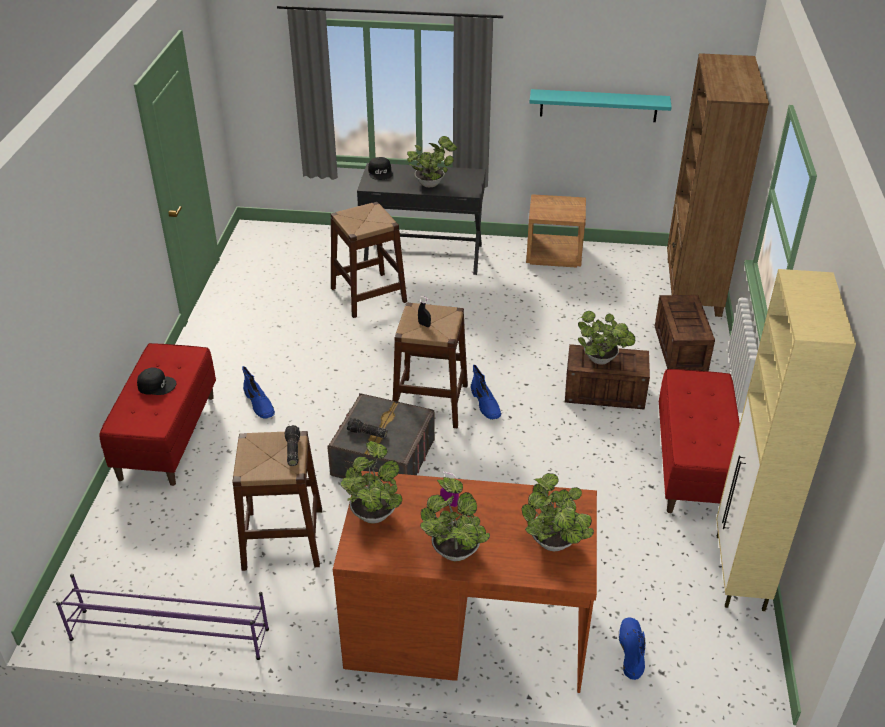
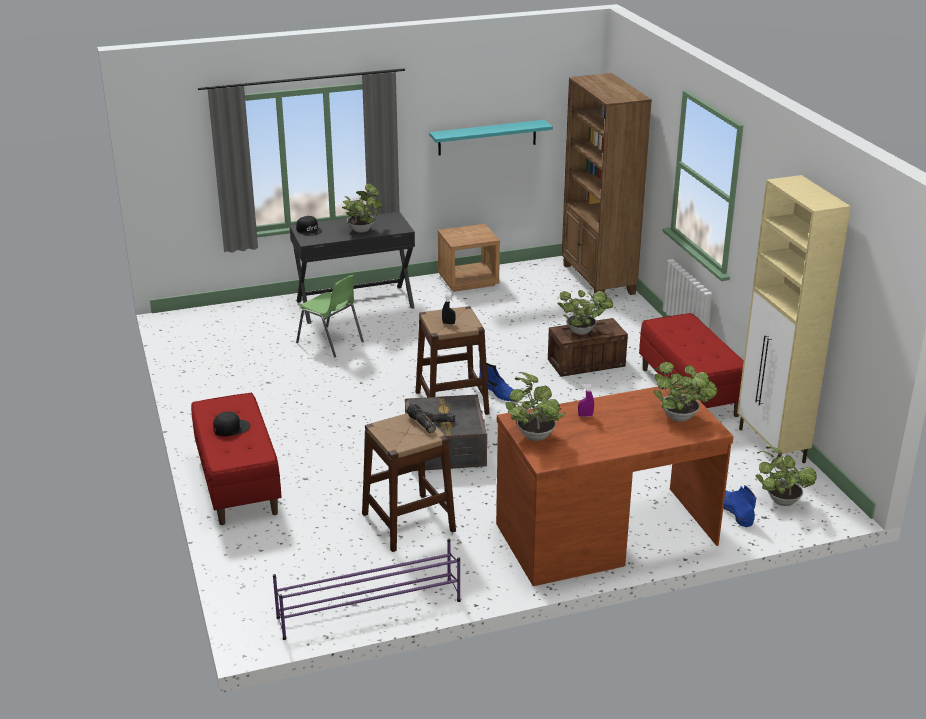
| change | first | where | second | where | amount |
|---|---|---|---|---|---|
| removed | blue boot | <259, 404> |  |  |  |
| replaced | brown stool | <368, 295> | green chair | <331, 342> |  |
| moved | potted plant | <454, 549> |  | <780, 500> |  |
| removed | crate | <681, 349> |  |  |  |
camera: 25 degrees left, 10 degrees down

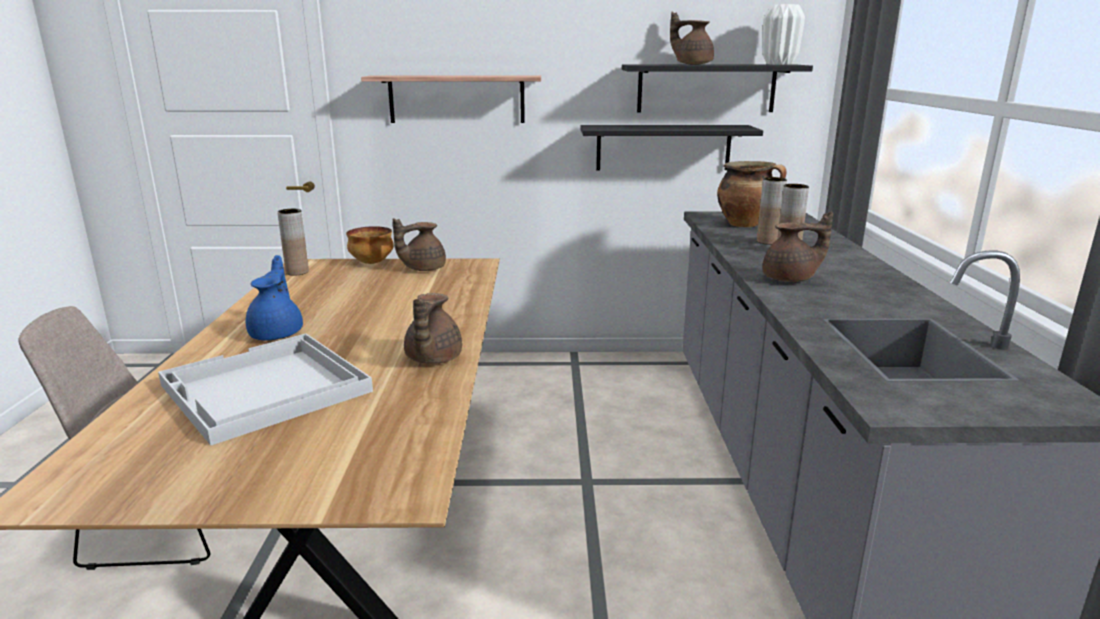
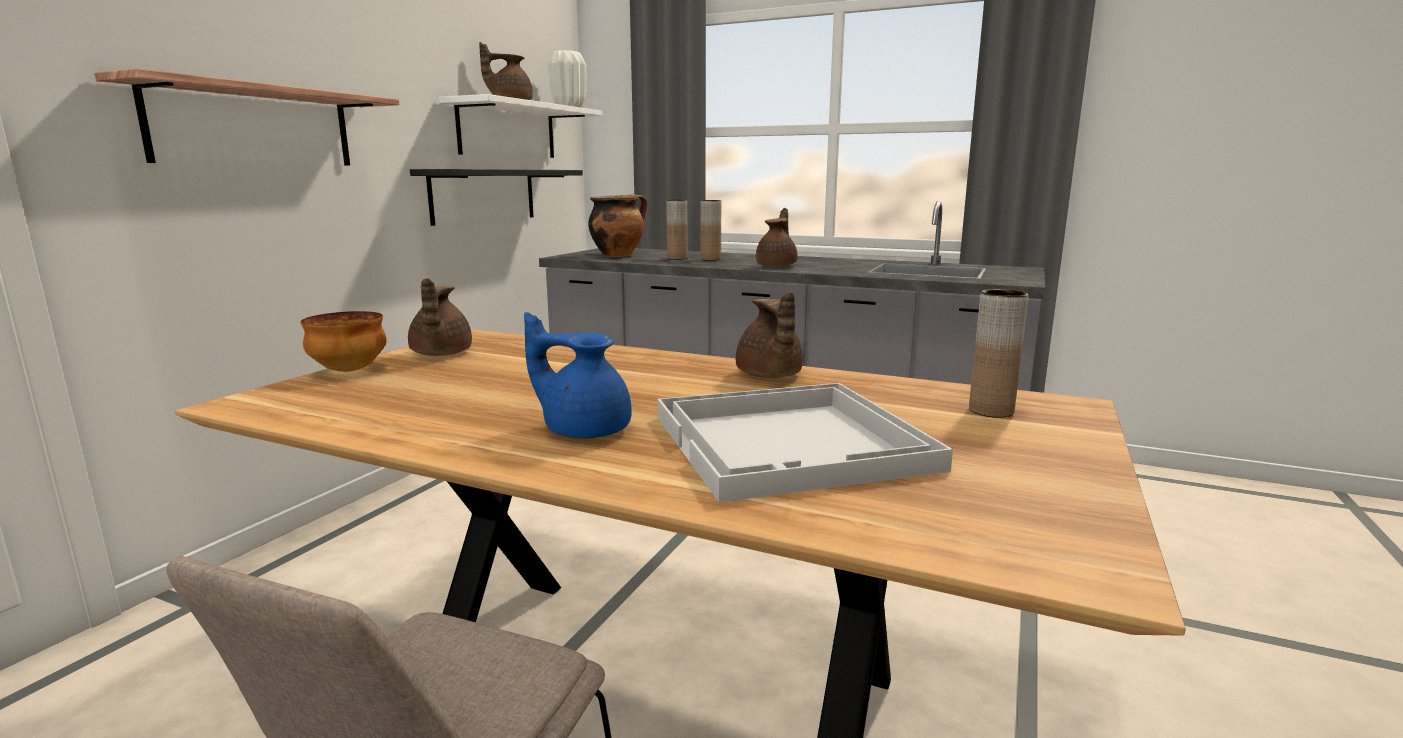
| change | first | where | second | where | amount |
|---|---|---|---|---|---|
| moved | brown vase | <297, 272> |  | <991, 411> |  |
| turned | brown teapot | <432, 359> |  | <769, 376> | 45 degrees clockwise |
| recoloured | black shelf | <706, 88> | white shelf | <508, 131> |  |
camera: 65 degrees left, 5 degrees down

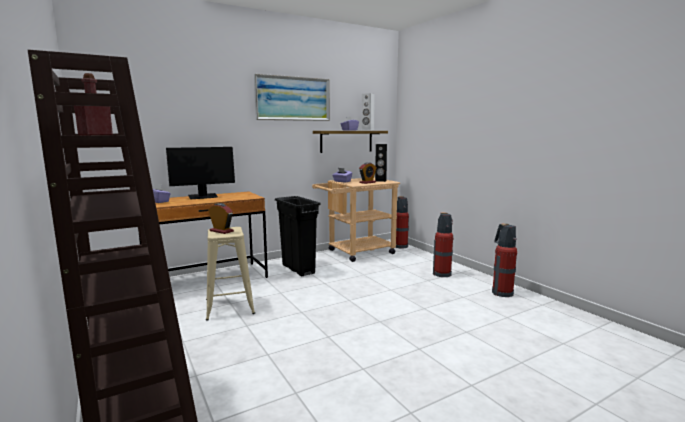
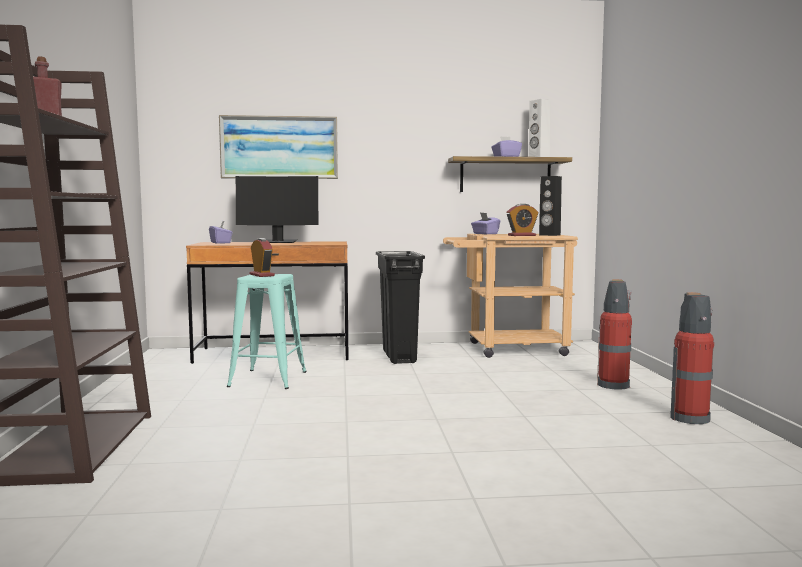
| change | first | where | second | where | amount |
|---|---|---|---|---|---|
| recoloured | beige stool | <229, 306> | turquoise stool | <268, 379> |  |
| moved | picture | <293, 98> |  | <279, 147> |  |
| removed | fire extinguisher | <400, 246> |  |  |  |
camera: 25 degrees right, 5 degrees down

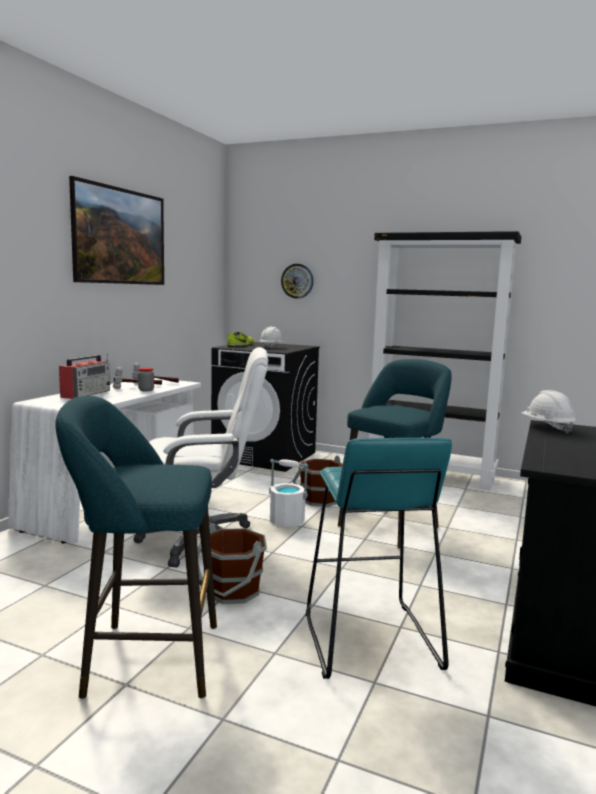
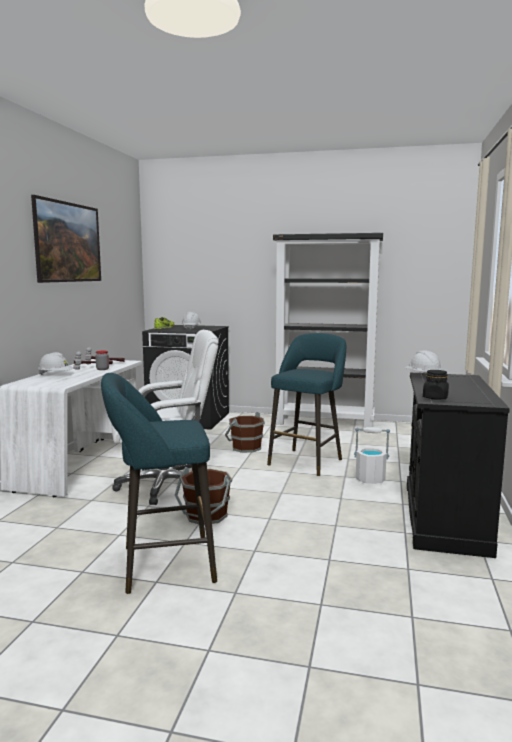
| change | first | where | second | where | amount |
|---|---|---|---|---|---|
| replaced | radio | <86, 394> | white hard hat | <55, 375> |  |
| moved | white bucket | <287, 521> |  | <370, 479> |  |
| removed | wall clock | <297, 281> |  |  |  |
| removed | turquoise stool | <369, 640> |  |  |  |
| added |  |  | black jar | <435, 398> |  |
camera: 10 degrees left, 0 degrees up

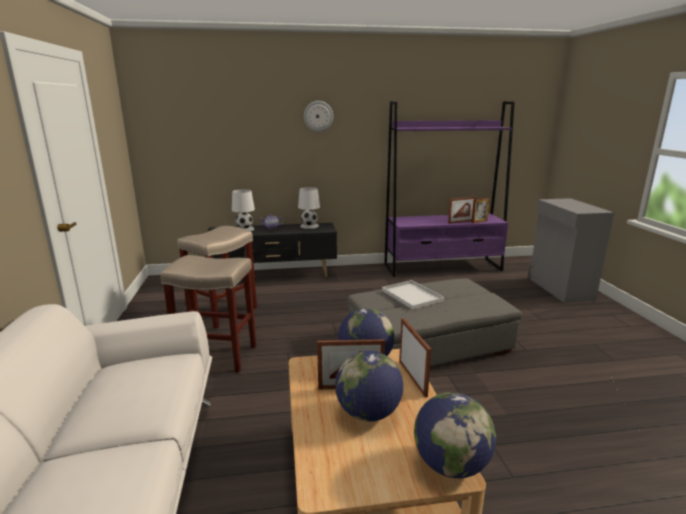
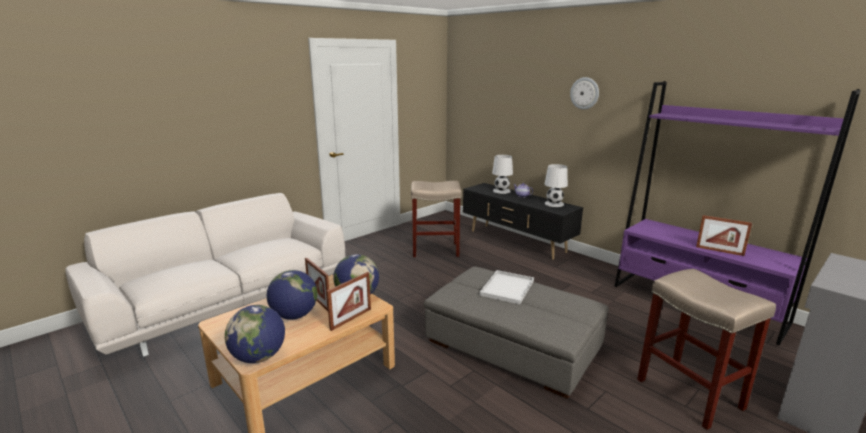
| change | first | where | second | where | amount |
|---|---|---|---|---|---|
| moved | beige stool | <218, 355> |  | <691, 394> |  |
| removed | picture frame | <479, 222> |  |  |  |
camera: 55 degrees right, 0 degrees up

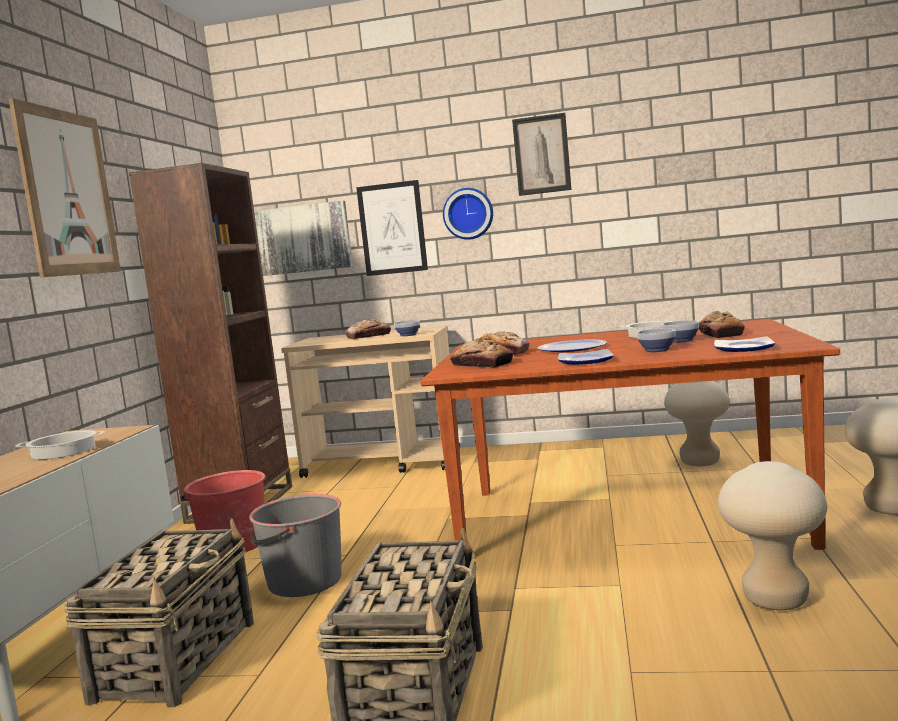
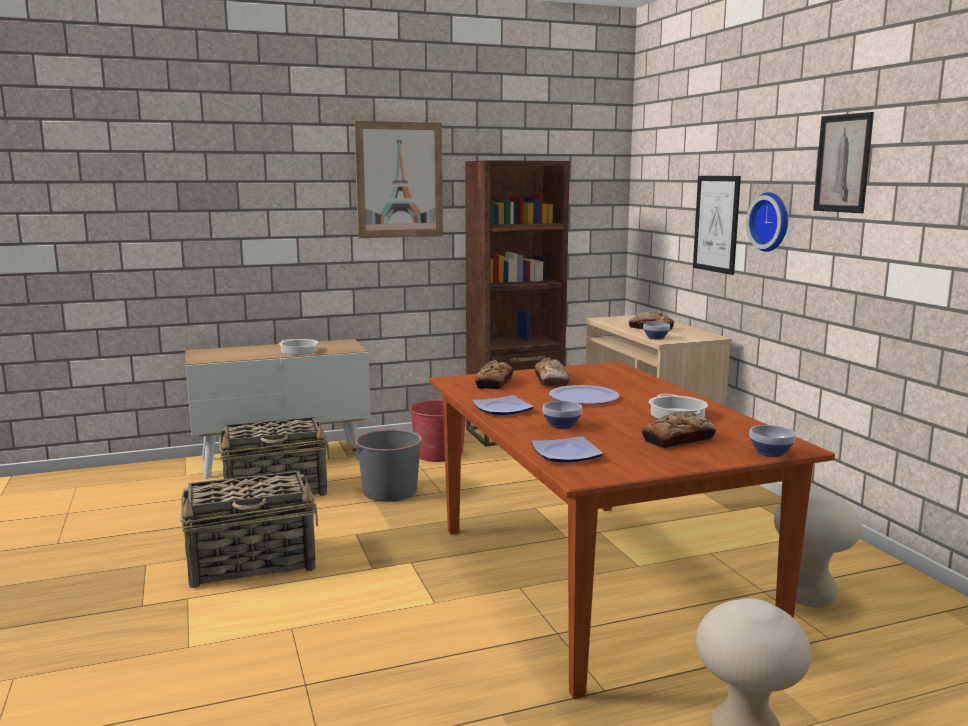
| change | first | where | second | where | amount |
|---|---|---|---|---|---|
| removed | picture | <301, 239> |  |  |  |
| moved | bowl | <682, 341> |  | <771, 453> |  |
| removed | beige stool | <775, 600> |  |  |  |
camera: 60 degrees right, 5 degrees up

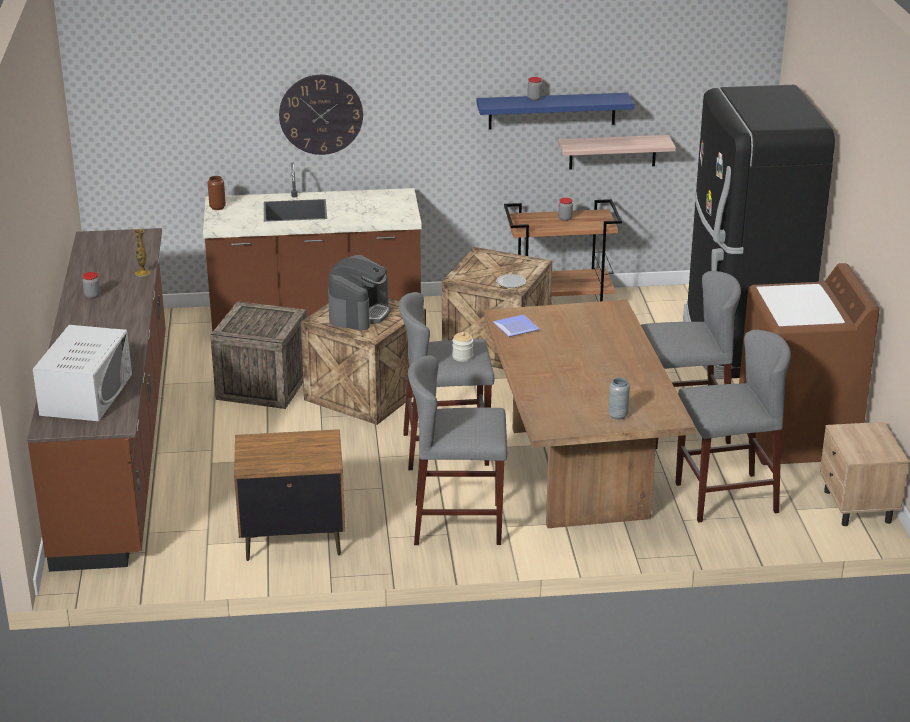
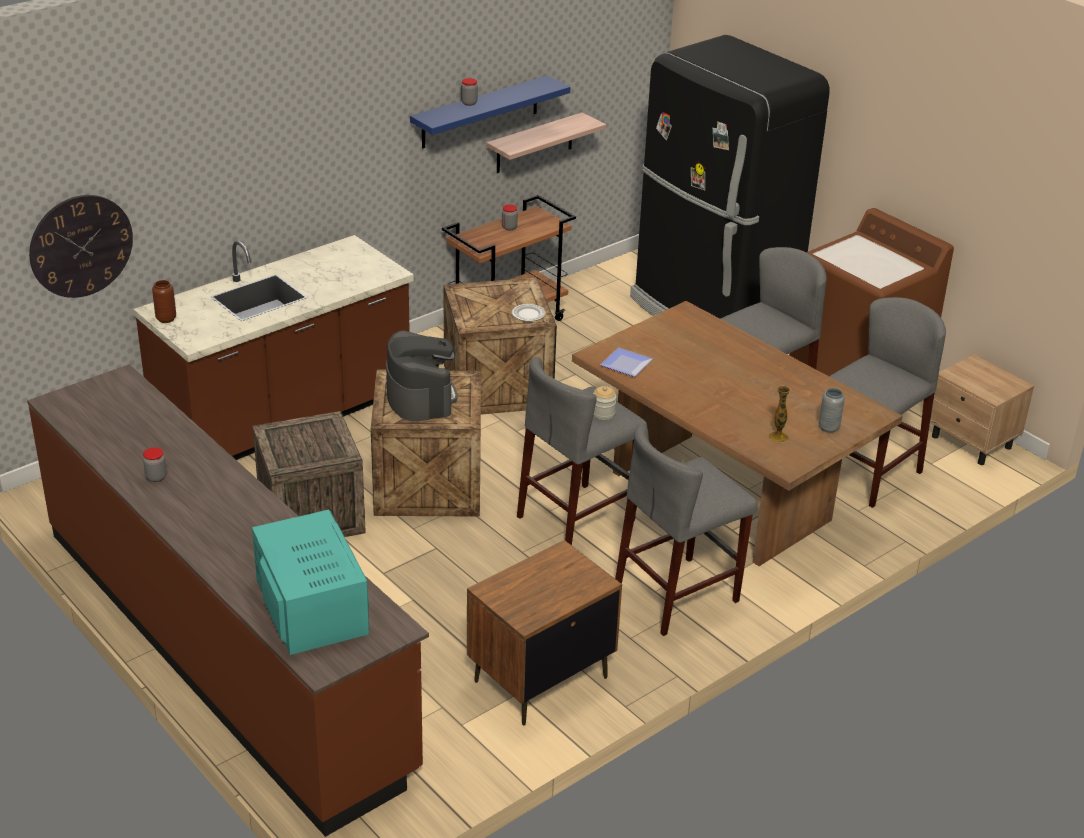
| change | first | where | second | where | amount |
|---|---|---|---|---|---|
| recoloured | white microwave | <86, 394> | turquoise microwave | <311, 606> |  |
| moved | vase | <142, 273> |  | <778, 437> |  |
| moved | wall clock | <321, 114> |  | <81, 246> |  |
camera: 35 degrees left, 5 degrees up

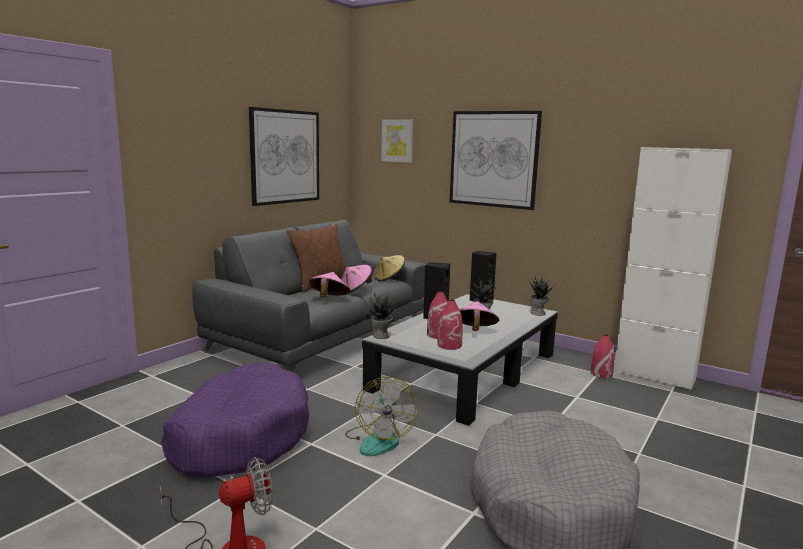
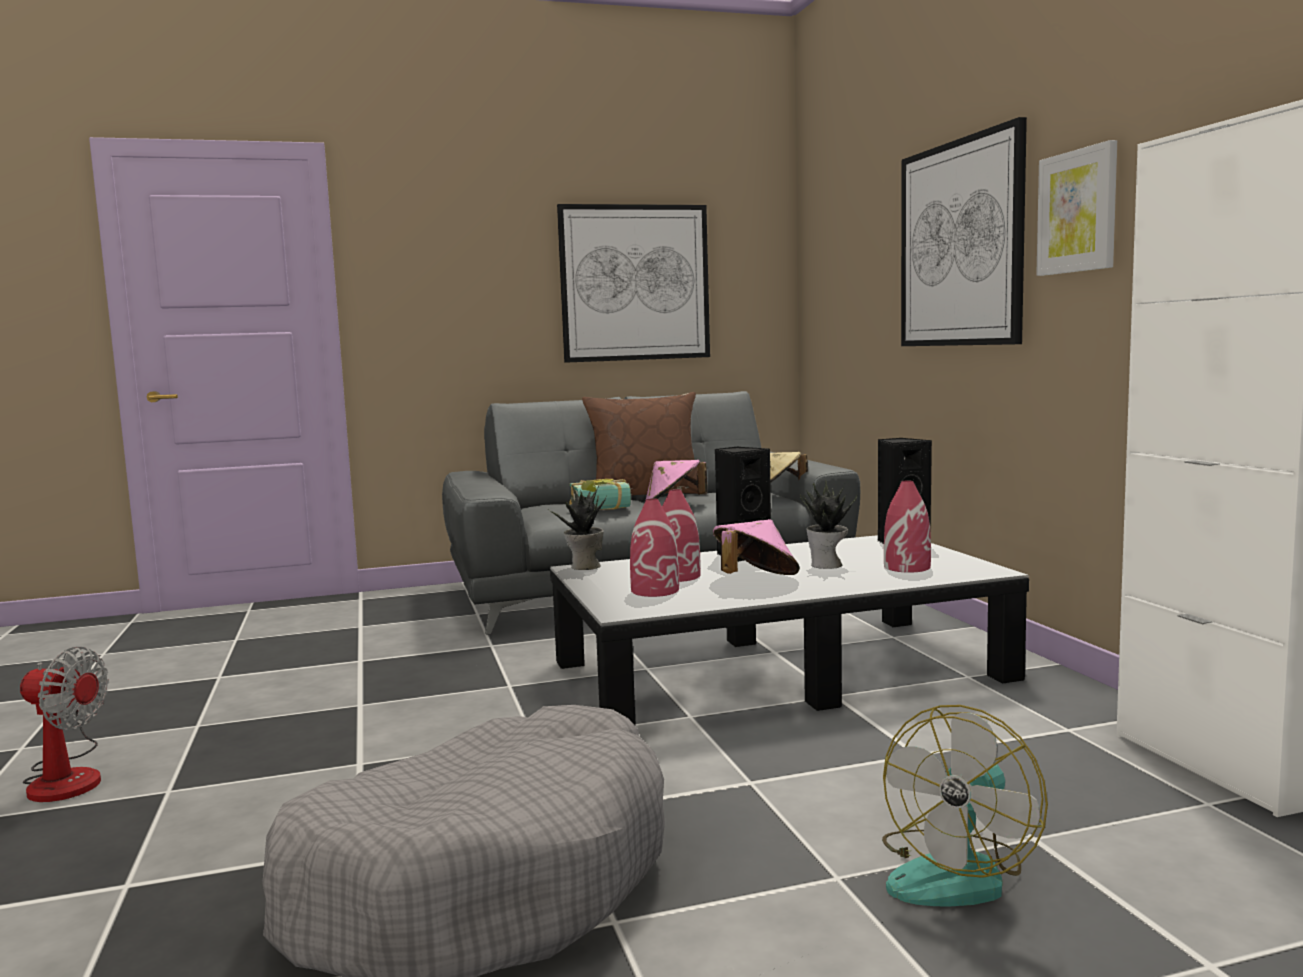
| change | first | where | second | where | amount |
|---|---|---|---|---|---|
| removed | purple dog bed | <240, 436> |  |  |  |
| replaced | pink hat | <329, 299> | book | <601, 510> |  |
| moved | fan | <379, 440> |  | <957, 873> |  |
| moved | picture | <397, 140> |  | <1078, 211> |  |
| removed | potted plant | <538, 313> |  |  |  |
| moved | red vase | <601, 374> |  | <906, 567> |  |
camera: 40 degrees right, 5 degrees down

